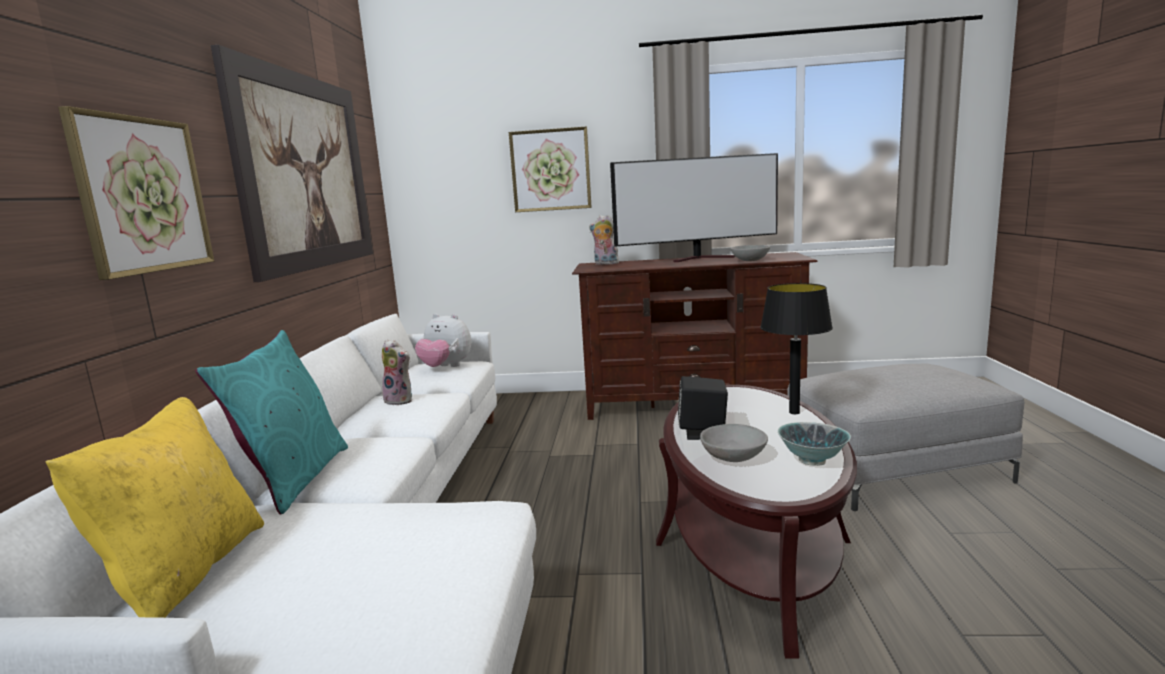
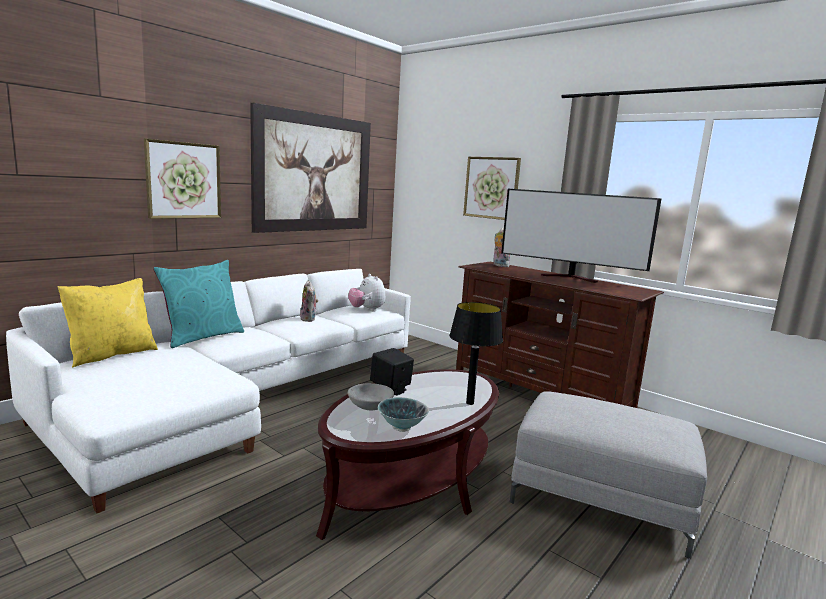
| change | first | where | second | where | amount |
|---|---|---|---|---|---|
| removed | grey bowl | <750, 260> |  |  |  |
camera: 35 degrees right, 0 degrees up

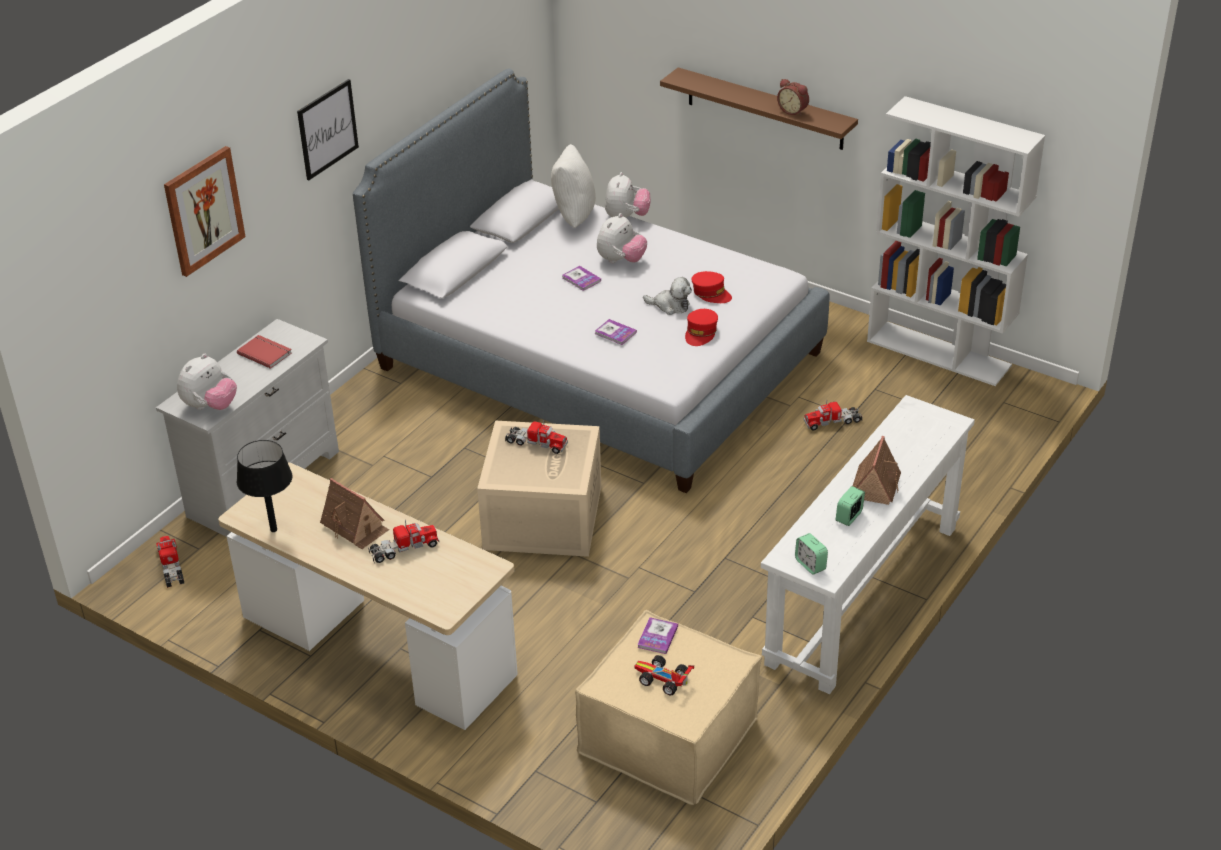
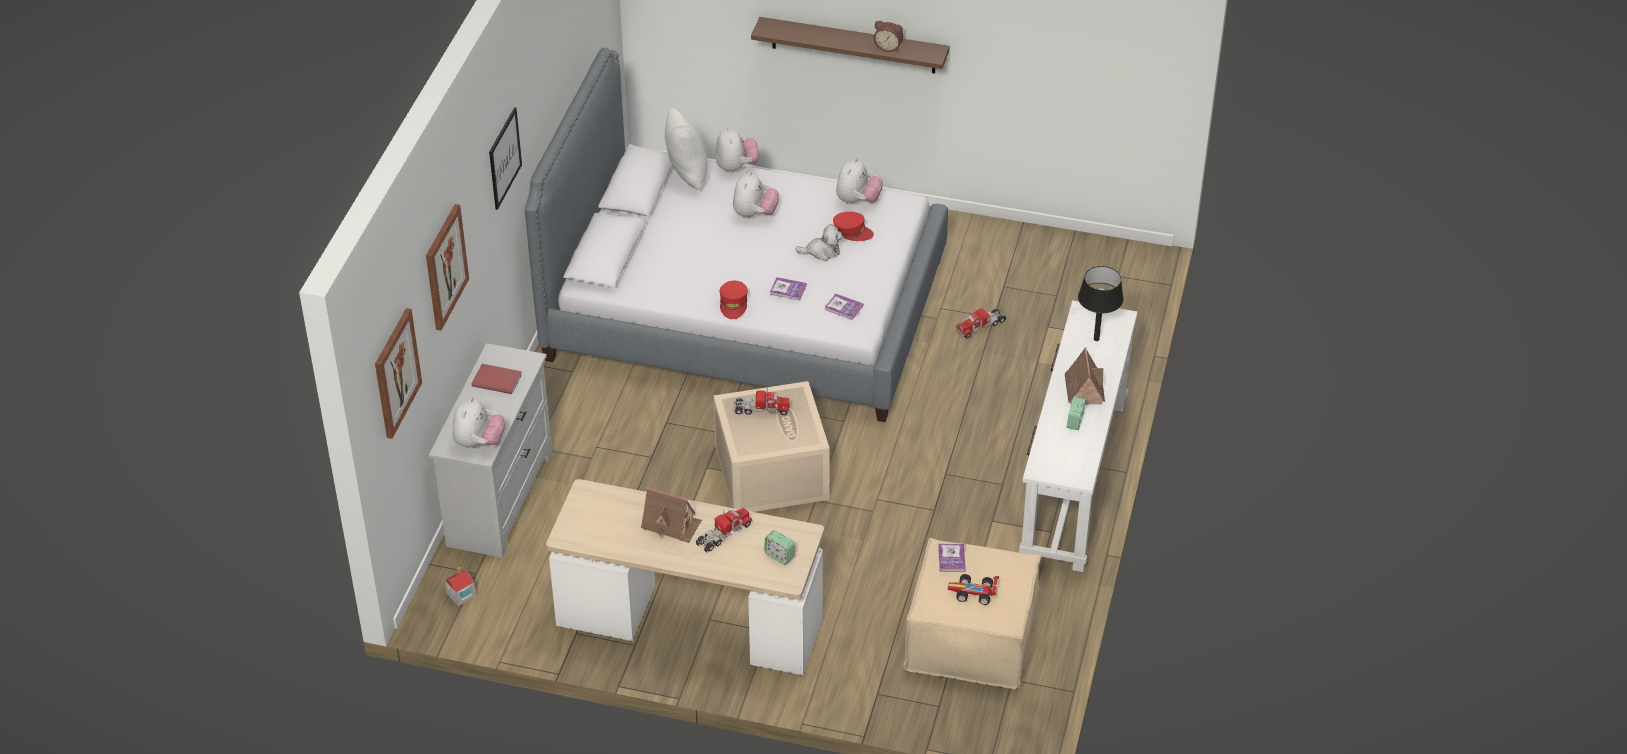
| change | first | where | second | where | amount |
|---|---|---|---|---|---|
| replaced | toy truck | <171, 566> | toy house | <460, 595> |  |
| moved | black table lamp | <274, 529> |  | <1096, 339> |  |
| moved | book | <581, 279> |  | <843, 307> |  |
| moved | red cap | <701, 333> |  | <733, 304> |  |
| moved | alarm clock | <810, 564> |  | <779, 556> |  |
| removed | white bookcase | <939, 353> |  |  |  |
| added |  |  | picture | <396, 373> |  |
| added |  |  | plush toy | <858, 200> |  |
camera: 20 degrees left, 5 degrees up

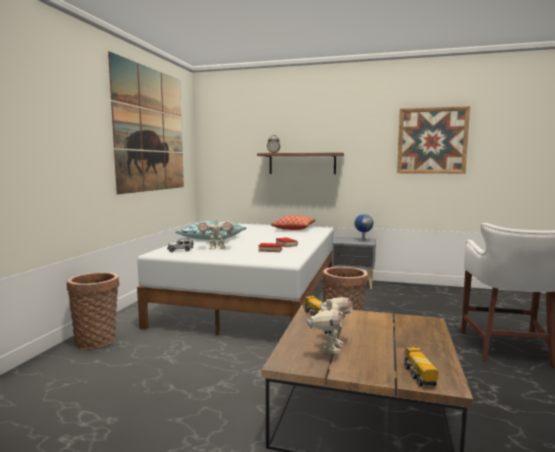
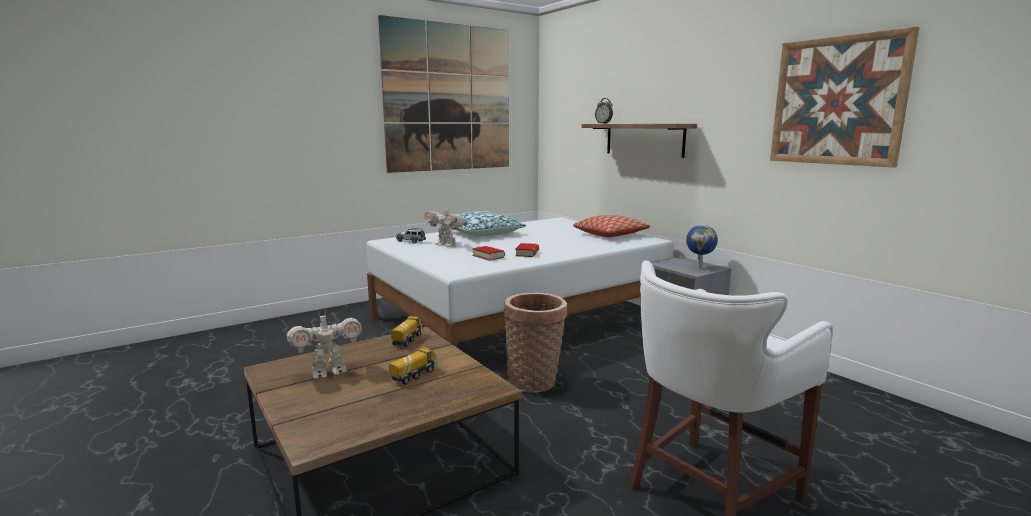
| change | first | where | second | where | amount |
|---|---|---|---|---|---|
| removed | basket | <97, 340> |  |  |  |
| moved | toy truck | <418, 376> |  | <414, 375> |  |
camera: 40 degrees right, 5 degrees up

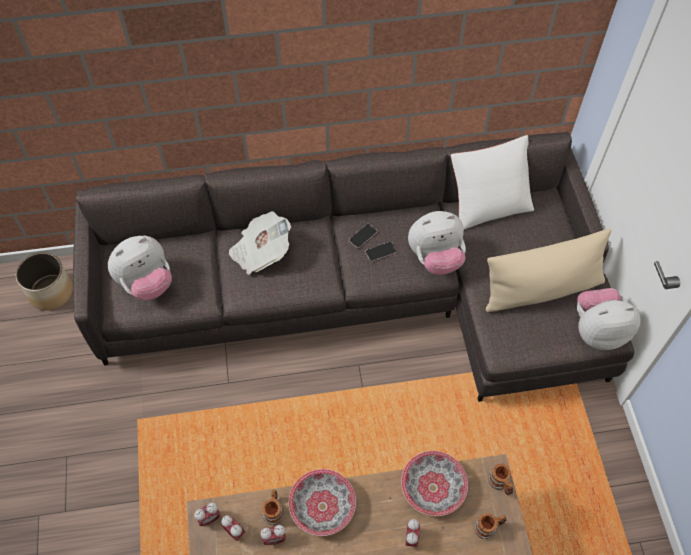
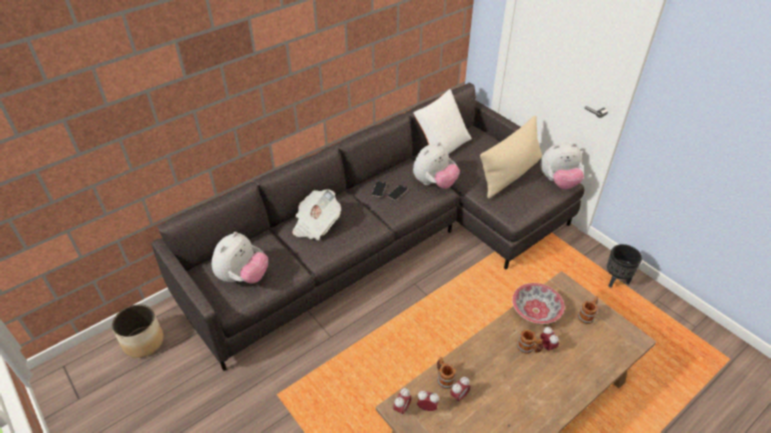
| change | first | where | second | where | amount |
|---|---|---|---|---|---|
| removed | bowl | <322, 507> |  |  |  |
| moved | mug | <500, 484> |  | <528, 348> |  |
| turned | plush toy | <598, 331> |  | <558, 182> | 150 degrees counterclockwise |
| added |  |  | black planter | <616, 281> |  |
camera: 30 degrees left, 15 degrees down

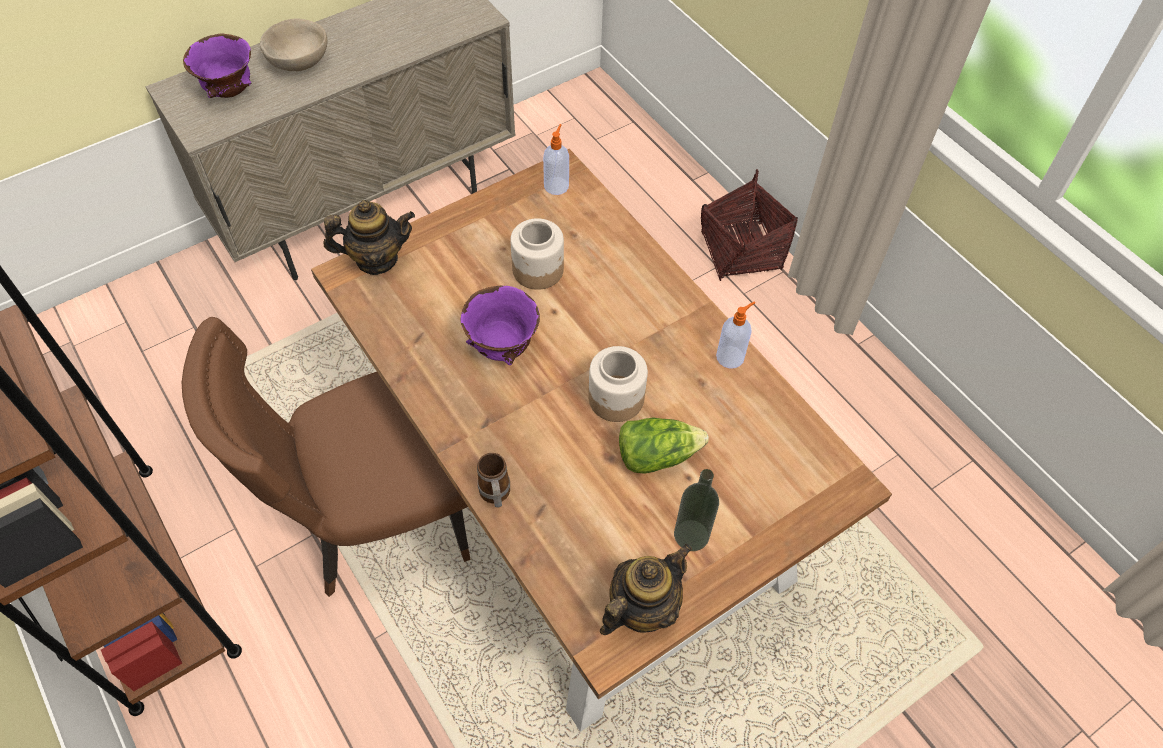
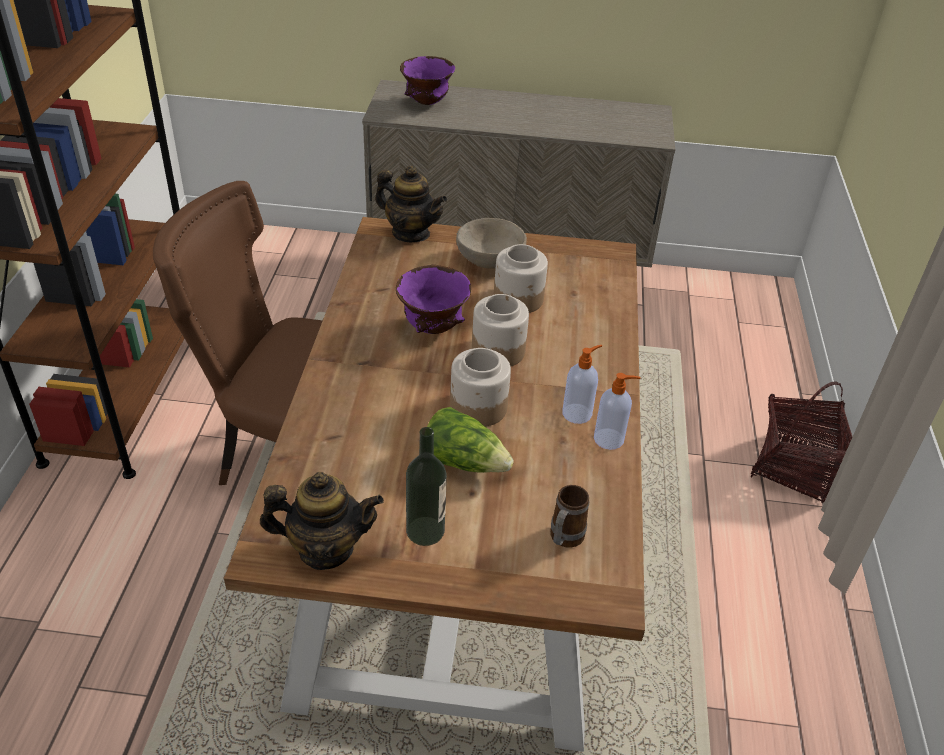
| change | first | where | second | where | amount |
|---|---|---|---|---|---|
| moved | beige bowl | <299, 61> |  | <490, 260> |  |
| moved | mug | <495, 496> |  | <563, 540> |  |
| moved | soap dispenser | <556, 185> |  | <578, 413> |  |
| added |  |  | jar | <498, 350> |  |
camera: 40 degrees right, 15 degrees down

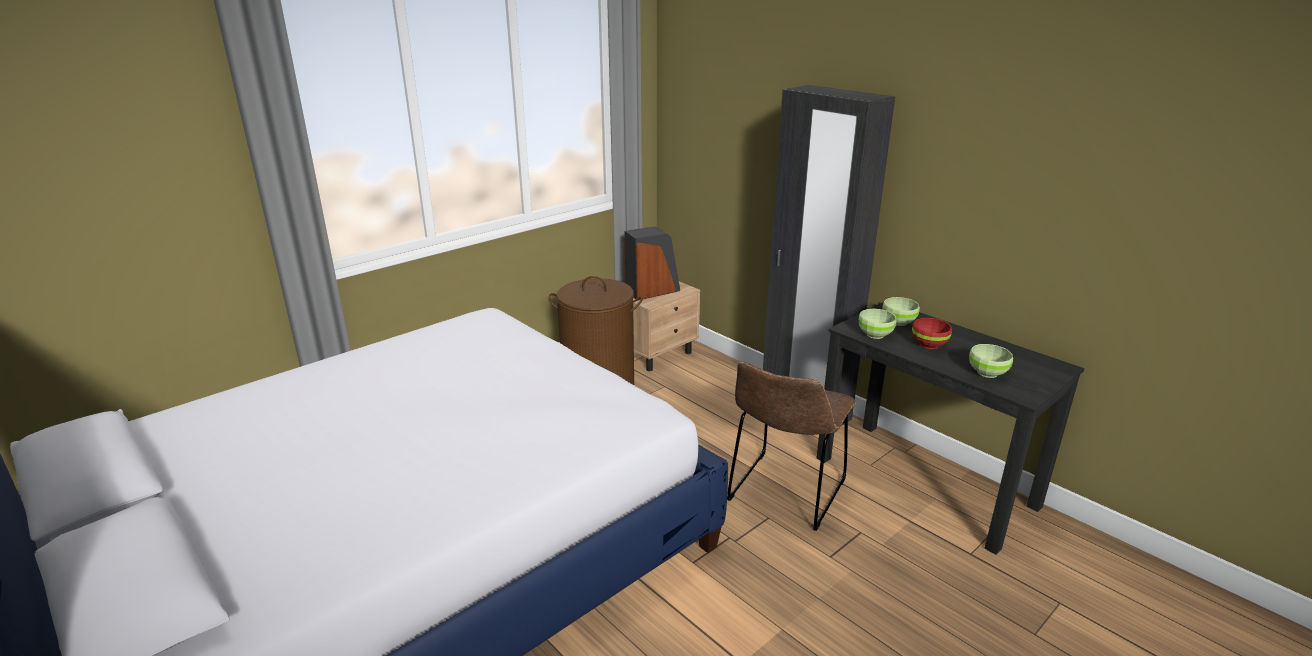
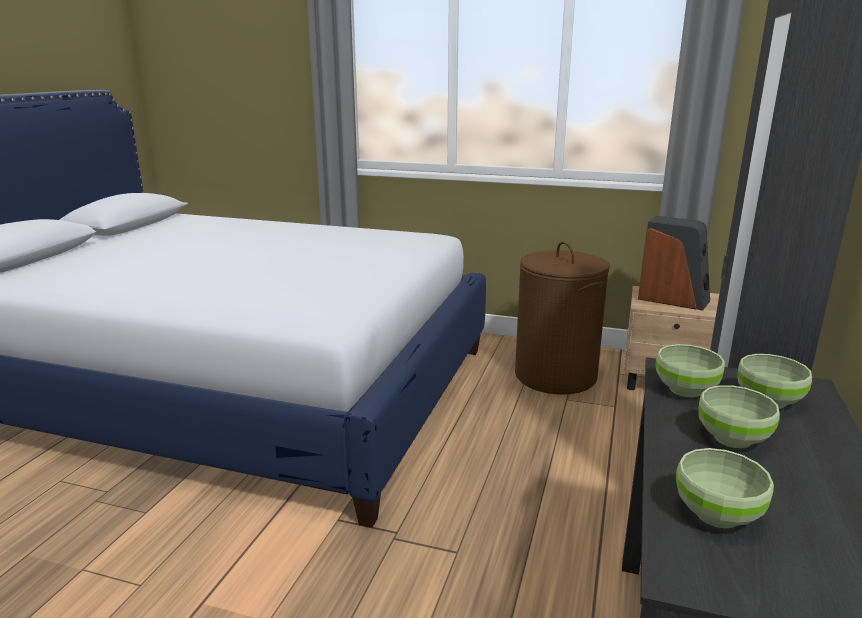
| change | first | where | second | where | amount |
|---|---|---|---|---|---|
| removed | brown chair | <784, 494> |  |  |  |
| recoloured | red bowl | <928, 345> | green bowl | <731, 438> |  |
camera: 60 degrees right, 5 degrees down

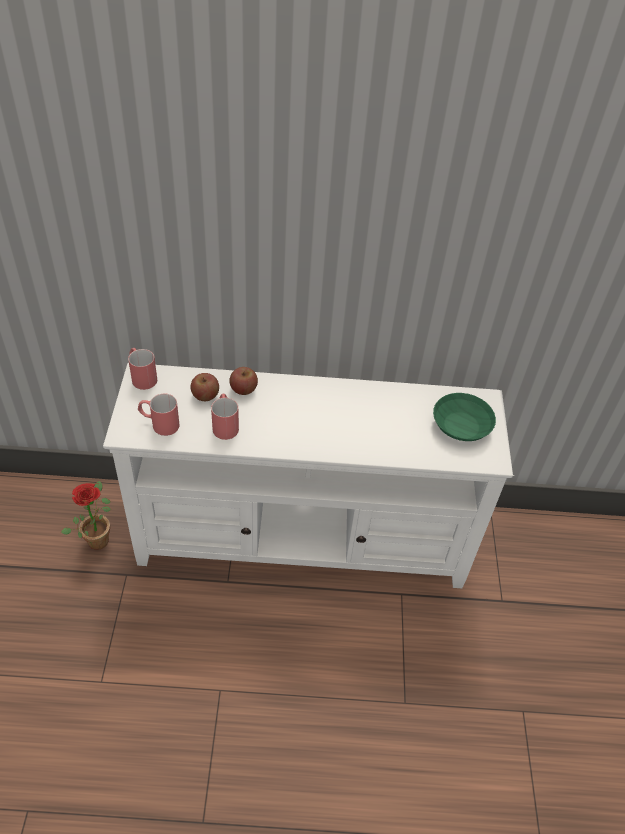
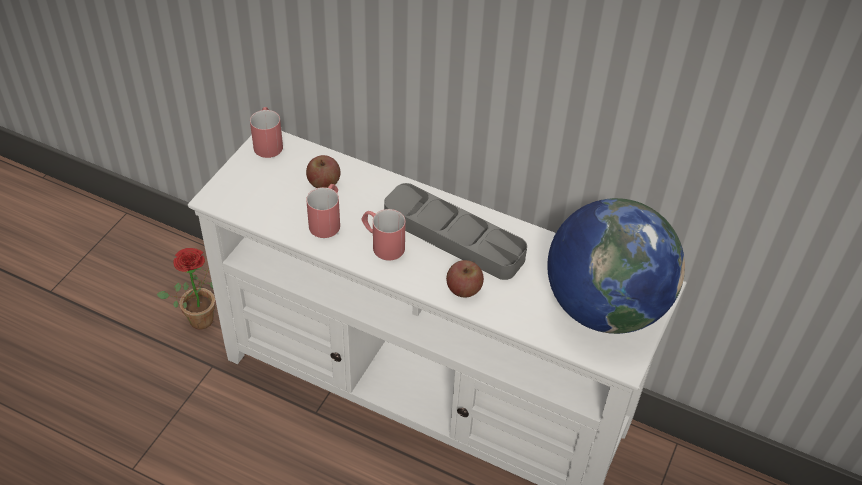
| change | first | where | second | where | amount |
|---|---|---|---|---|---|
| moved | red mug | <159, 424> |  | <382, 244> |  |
| moved | apple | <243, 389> |  | <464, 289> |  |
| replaced | green bowl | <459, 425> | globe | <604, 307> |  |
| added |  |  | grey tray | <453, 237> |  |
camera: 25 degrees right, 0 degrees up

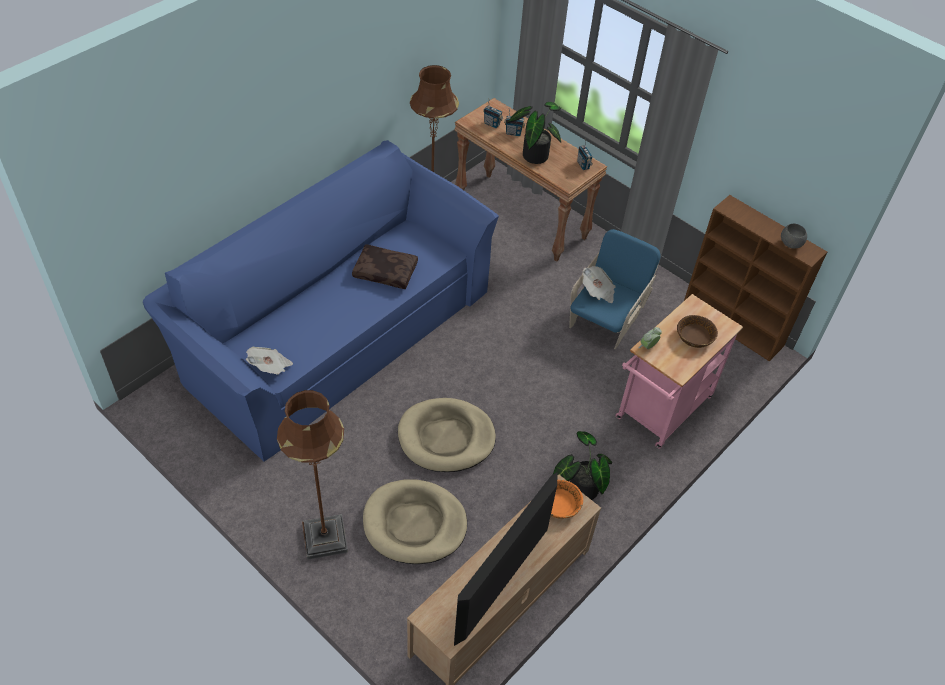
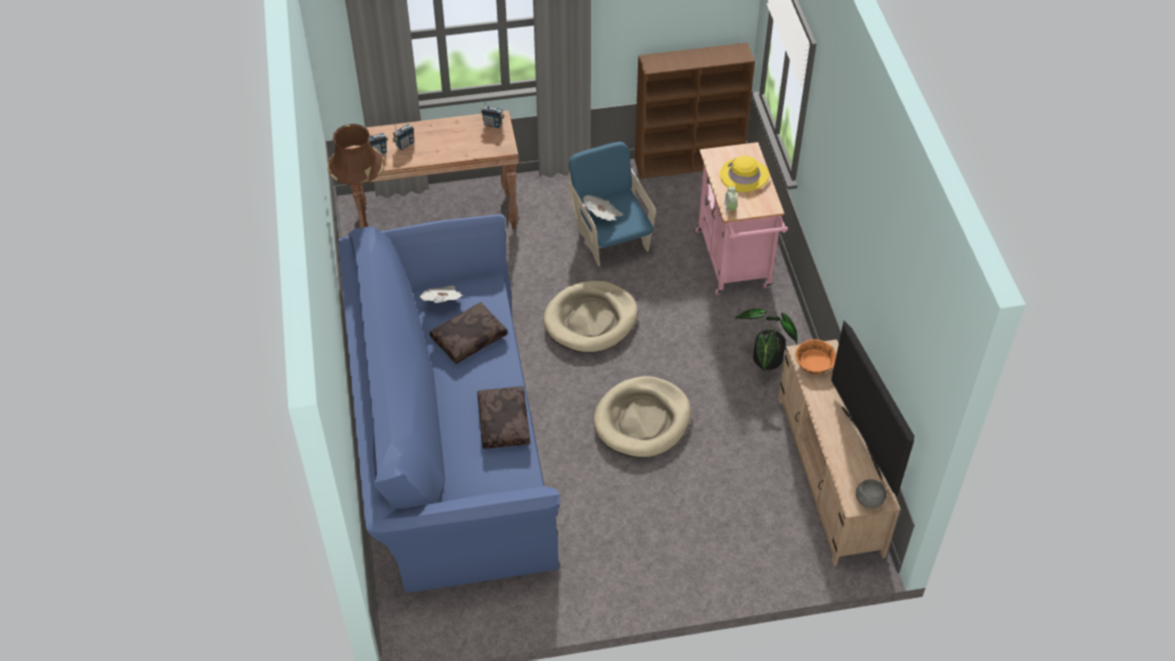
| change | first | where | second | where | amount |
|---|---|---|---|---|---|
| moved | newspaper | <270, 367> |  | <443, 301> |  |
| removed | brown floor lamp | <325, 538> |  |  |  |
| moved | beige dog bed | <414, 524> |  | <591, 320> |  |
| removed | potted plant | <533, 154> |  |  |  |
| replaced | brown bowl | <694, 337> | yellow hat | <744, 176> |  |
| moved | grey bowl | <790, 244> |  | <869, 501> |  |
| added |  |  | brown pillow | <502, 422> |  |
camera: 50 degrees left, 0 degrees up

